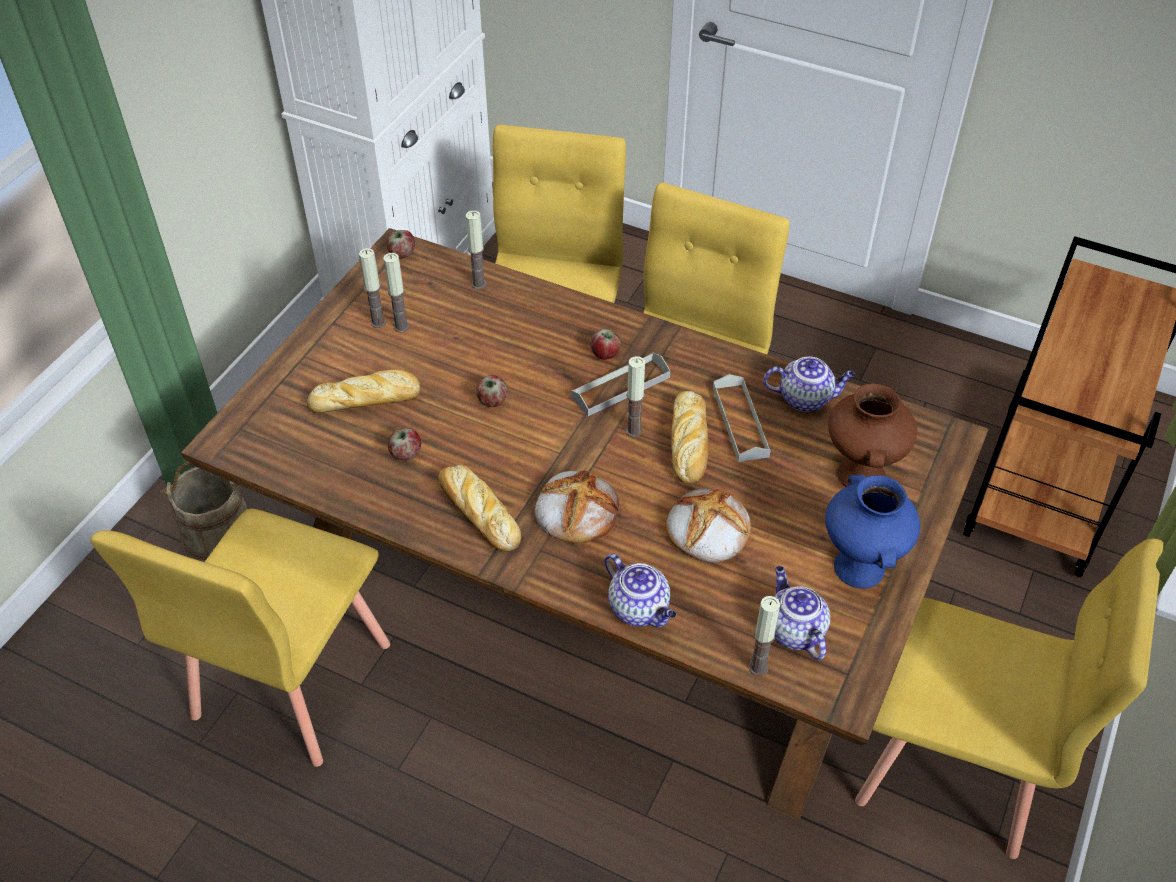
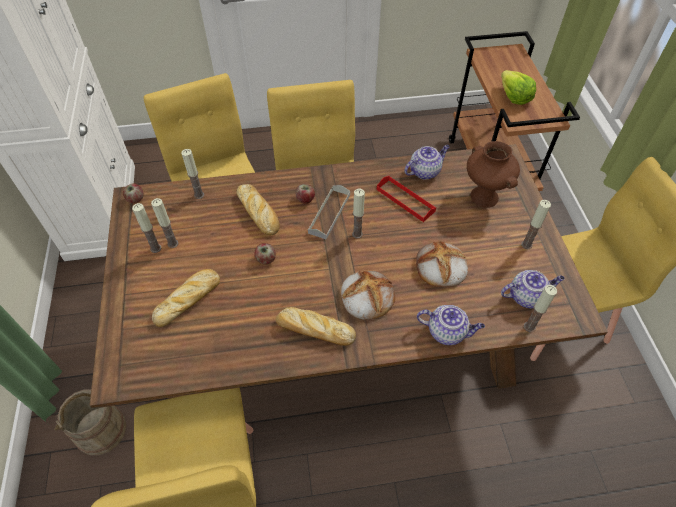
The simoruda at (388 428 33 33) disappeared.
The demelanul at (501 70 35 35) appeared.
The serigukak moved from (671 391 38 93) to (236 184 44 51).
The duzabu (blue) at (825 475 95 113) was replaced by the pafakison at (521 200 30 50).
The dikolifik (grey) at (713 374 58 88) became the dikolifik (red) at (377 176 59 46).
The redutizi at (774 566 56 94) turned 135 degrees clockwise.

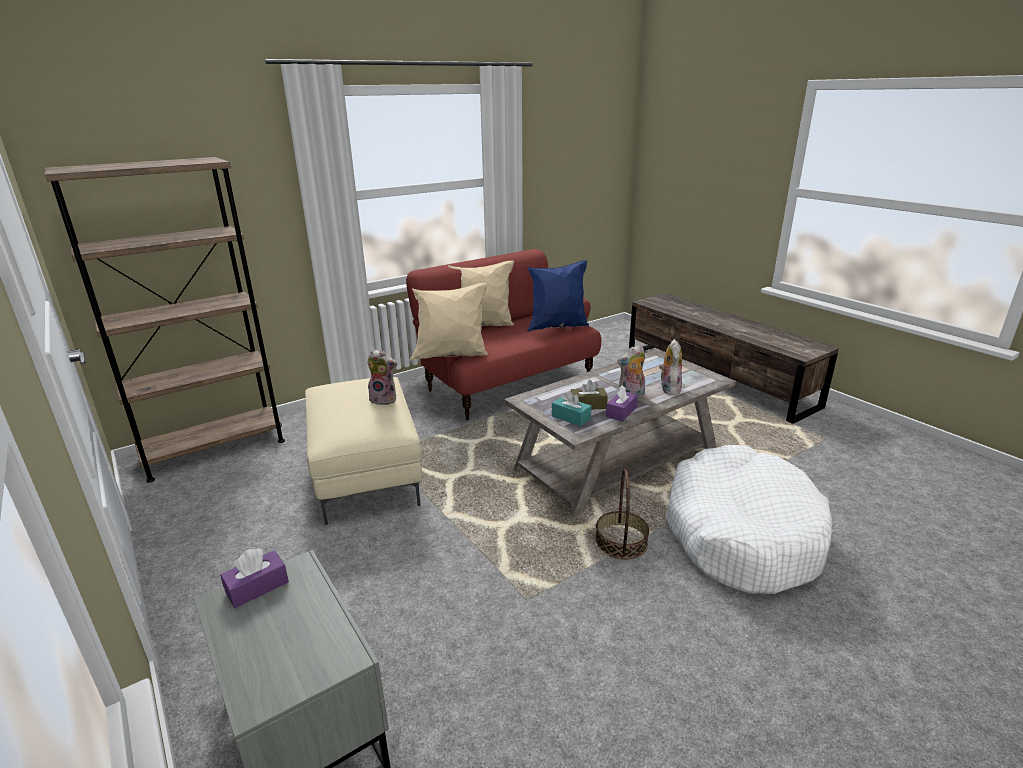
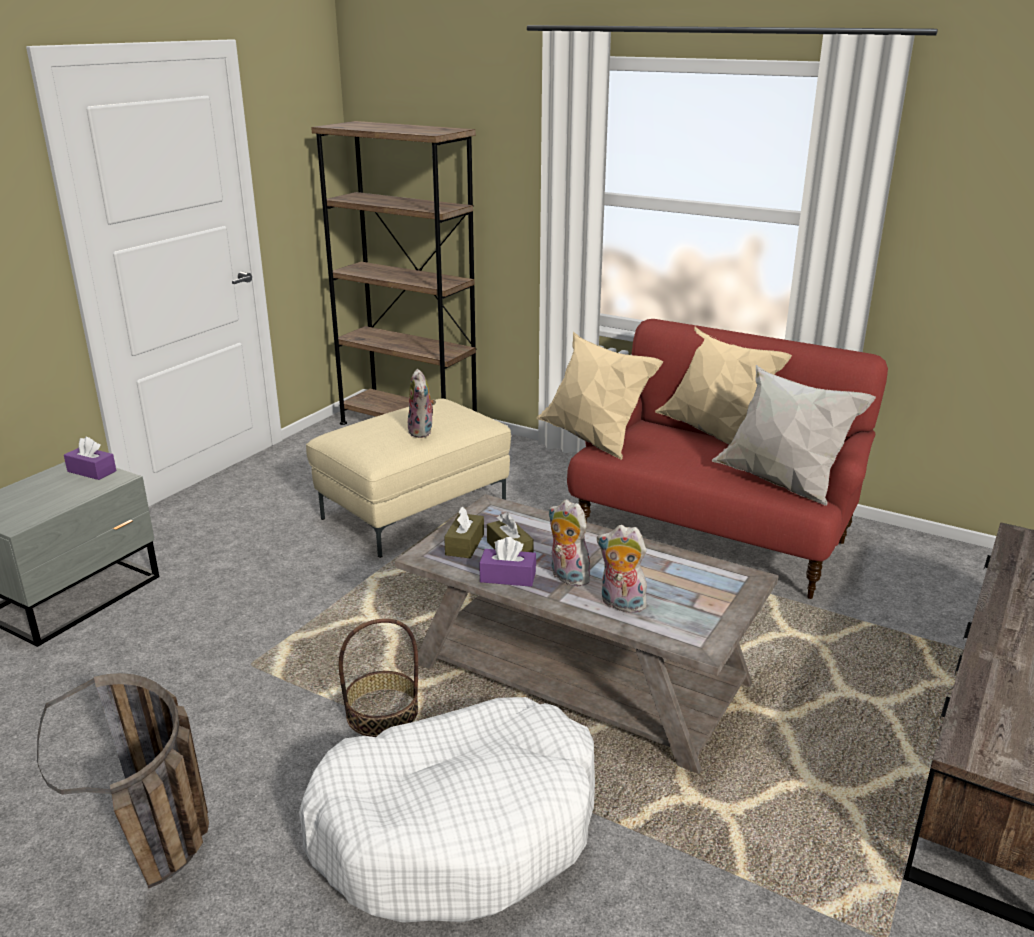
The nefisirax at (37 673 172 216) appeared.
The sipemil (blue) at (527 260 62 72) became the sipemil (white) at (712 365 164 141).
The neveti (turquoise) at (552 391 39 35) became the neveti (brown) at (444 507 40 51).
The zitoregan at (659 339 23 56) turned 135 degrees counterclockwise.

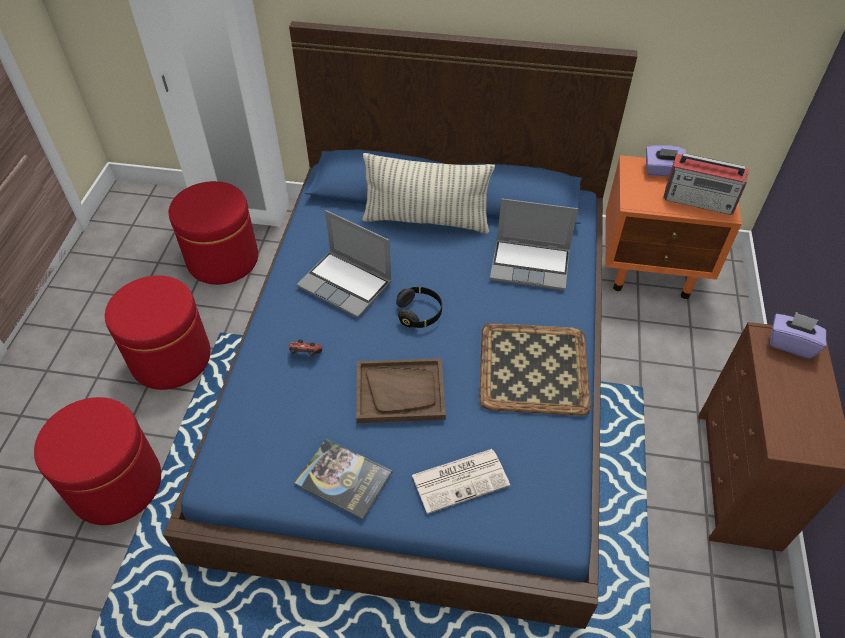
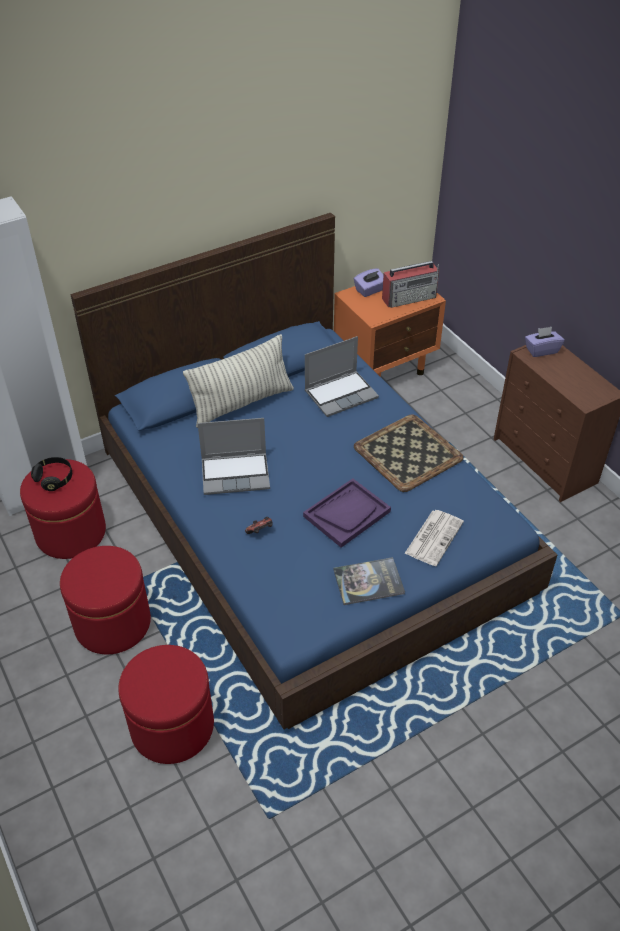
The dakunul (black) moved from (396 287 46 41) to (31 457 41 34).
The dikolifik (brown) at (356 358 90 65) became the dikolifik (purple) at (303 478 88 70).

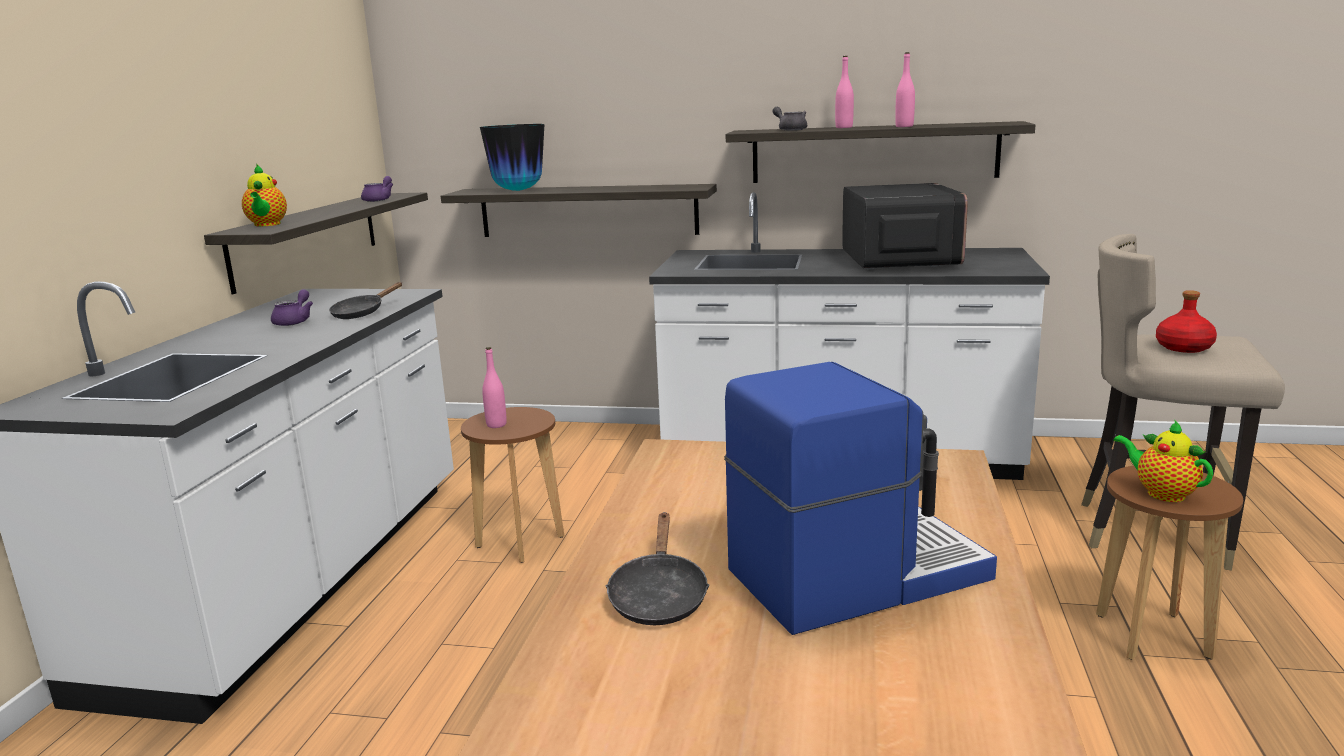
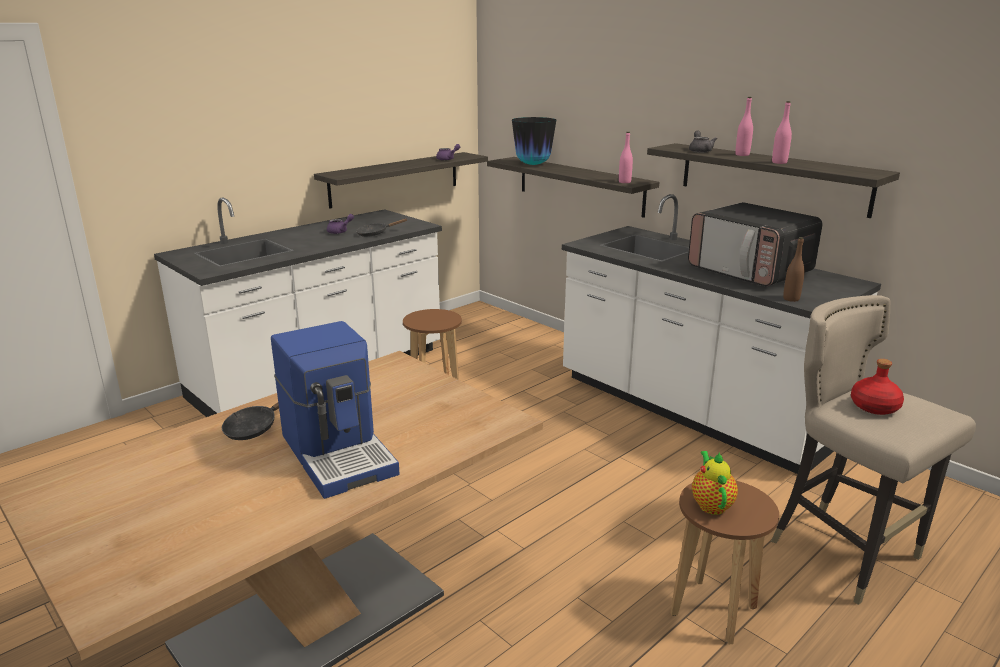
The redutizi at (242 165 45 61) disappeared.
The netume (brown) at (783 237 22 65) appeared.
The netume (pink) moved from (482 347 25 81) to (619 132 14 51).
The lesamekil at (724 362 273 273) turned 45 degrees clockwise.
The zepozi at (842 183 126 87) turned 105 degrees clockwise.

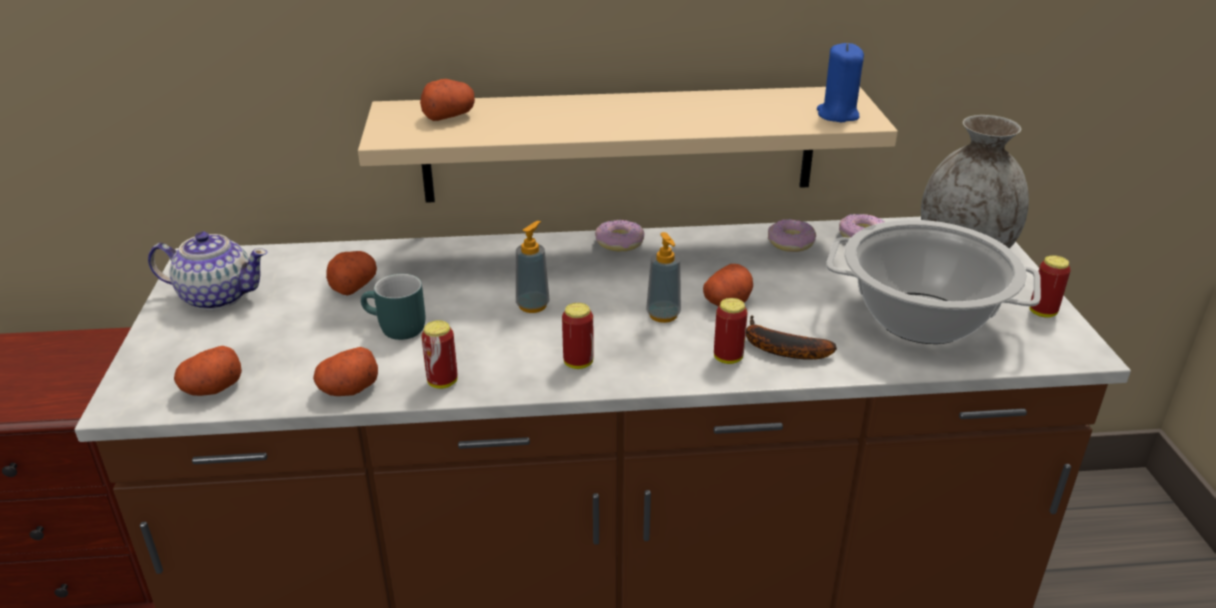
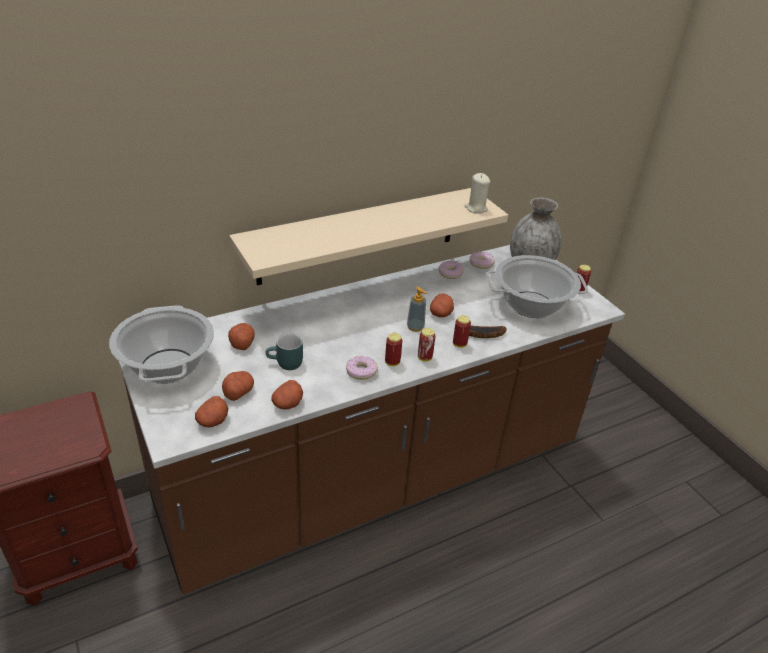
The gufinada at (516 221 33 92) disappeared.
The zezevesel moved from (420 79 55 42) to (222 371 32 30).
The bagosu moved from (421 320 37 69) to (418 328 17 33).
The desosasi moved from (595 220 49 31) to (346 356 32 24).
The redutizi at (148 232 120 78) was replaced by the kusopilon at (109 306 105 78).
The pafakison (blue) at (817 43 47 79) became the pafakison (beige) at (465 173 26 41).

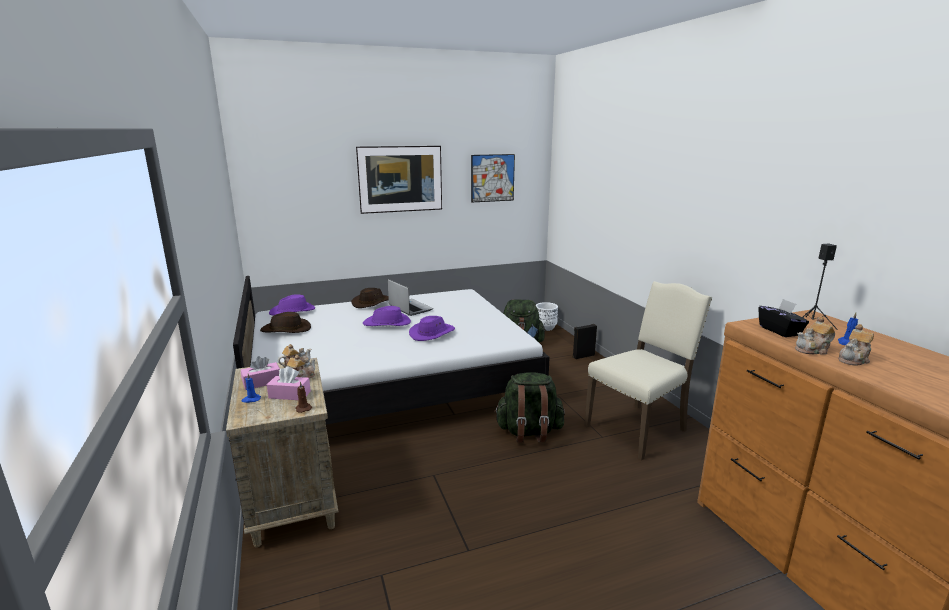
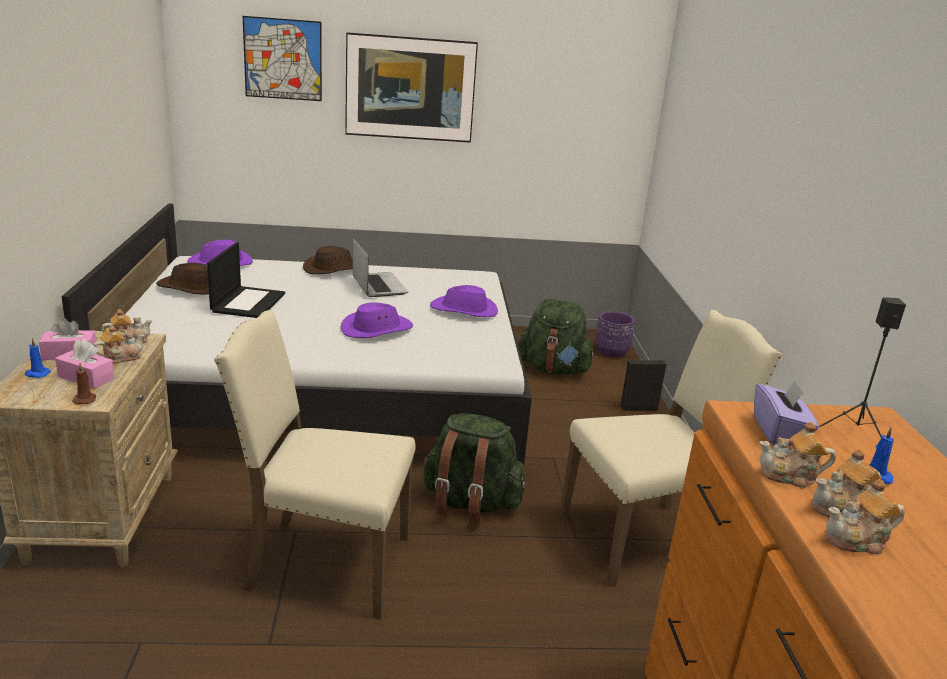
The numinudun at (207 242 78 76) appeared.
The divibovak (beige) at (214 310 202 310) appeared.
The redutizi at (825 479 80 75) appeared.
The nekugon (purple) moved from (363 306 48 20) to (430 285 68 32).
The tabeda moved from (471 154 44 48) to (243 16 79 85).
The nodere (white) at (536 302 22 29) became the nodere (purple) at (595 311 40 46).
The neveti (black) at (758 299 51 38) became the neveti (purple) at (754 380 65 66).

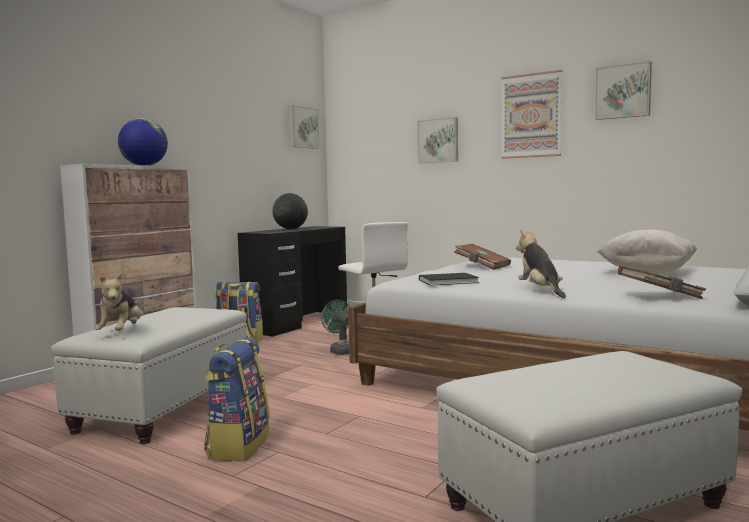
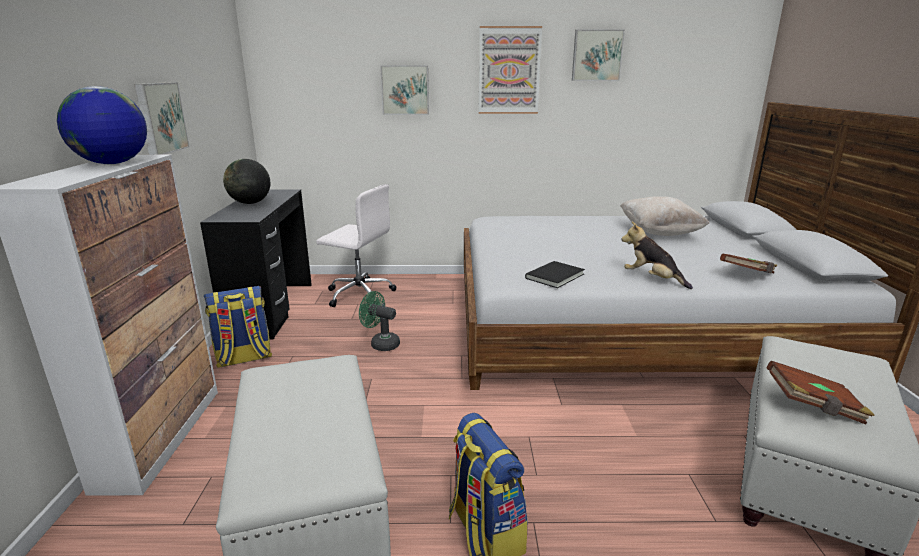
The zitoregan at (95 273 46 58) disappeared.
The tabeda moved from (288 105 32 44) to (134 82 55 73).
The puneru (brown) moved from (454 244 57 26) to (766 361 109 63).

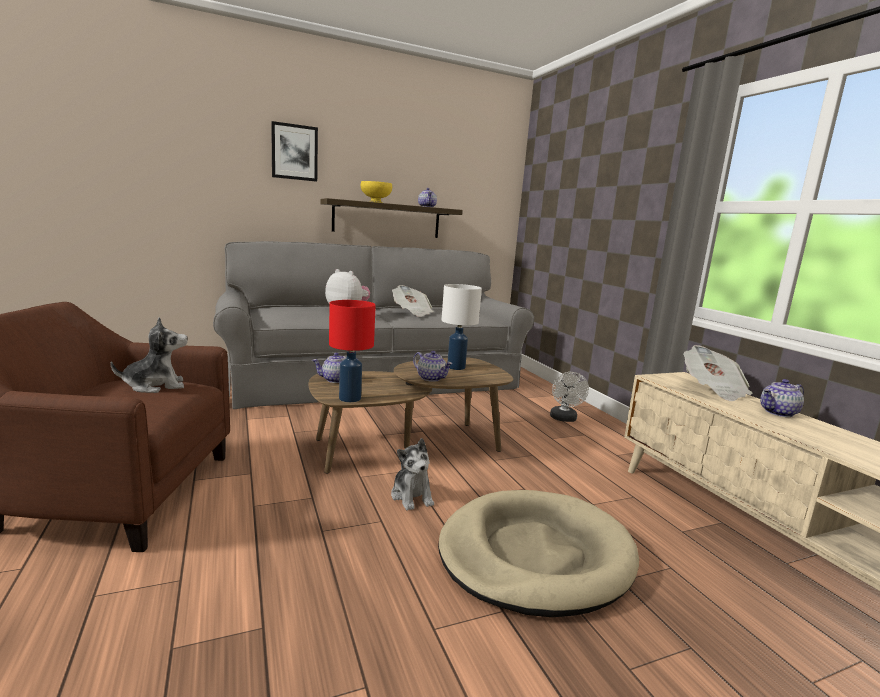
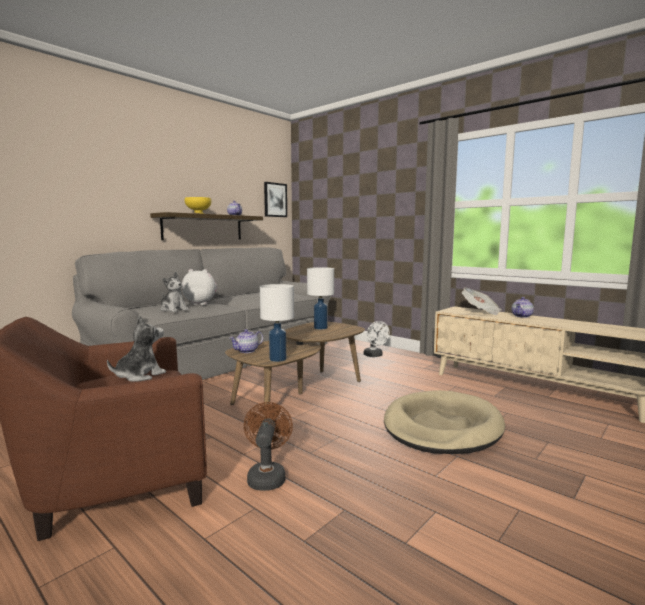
The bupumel at (392 285 42 32) disappeared.
The redutizi at (413 351 39 31) disappeared.
The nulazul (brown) at (244 402 49 89) appeared.
The tabeda moved from (271 121 47 61) to (264 182 23 35).
The zitoregan moved from (391 438 43 73) to (161 272 27 40).
The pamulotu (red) at (329 300 47 102) became the pamulotu (white) at (260 284 34 78).

